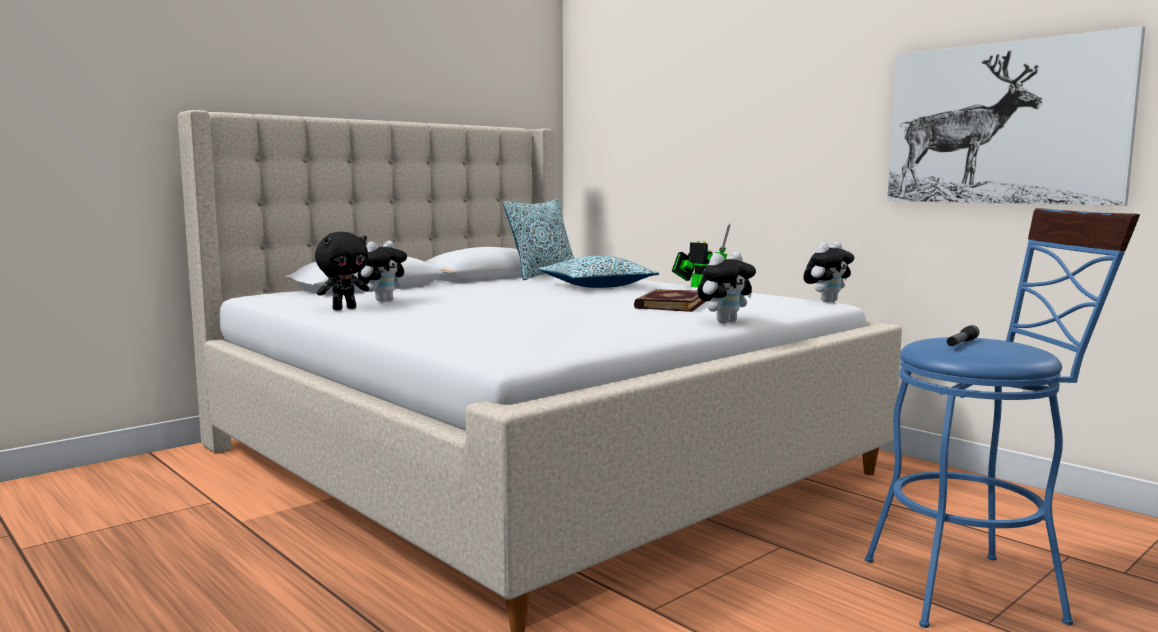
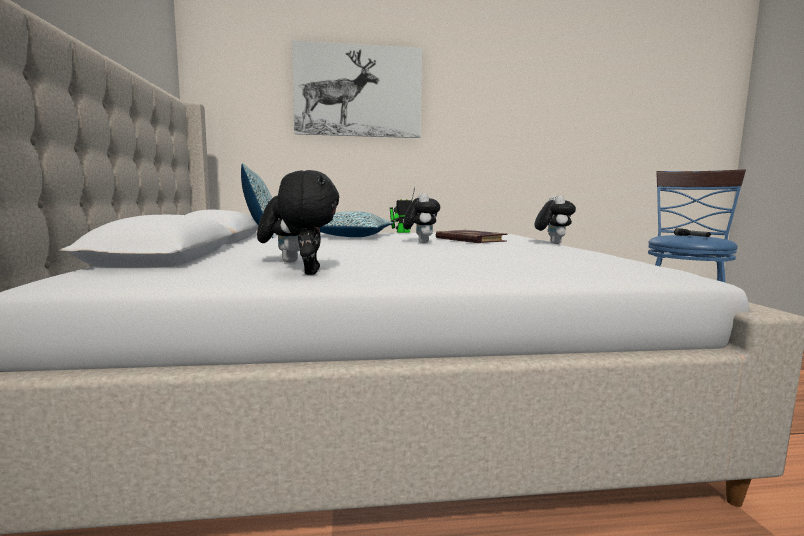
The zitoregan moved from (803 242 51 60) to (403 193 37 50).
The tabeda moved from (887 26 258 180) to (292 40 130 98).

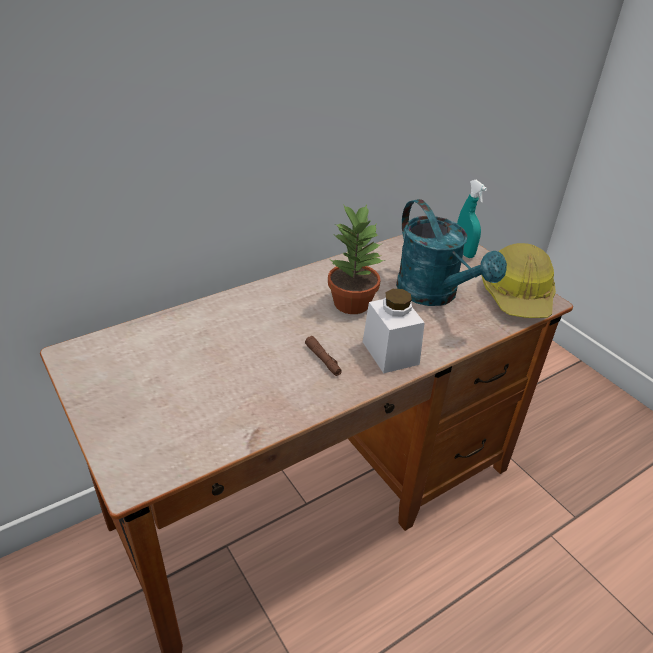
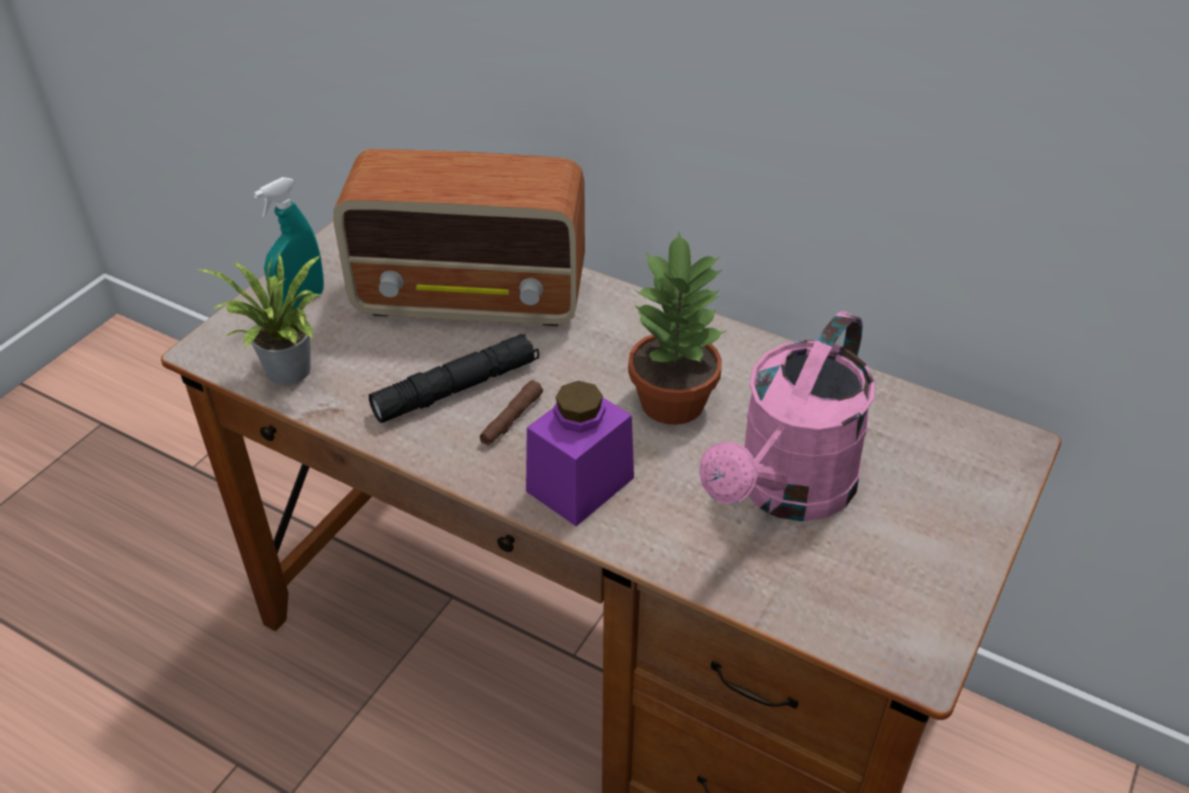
The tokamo at (481 243 75 75) disappeared.
The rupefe at (199 252 123 133) appeared.
The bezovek at (333 149 252 177) appeared.
The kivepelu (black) at (369 334 170 89) appeared.
The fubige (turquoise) moved from (457 180 30 78) to (253 177 71 132).
The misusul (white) at (363 289 62 84) became the misusul (purple) at (526 381 108 145).
The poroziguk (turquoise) at (396 199 111 107) became the poroziguk (pink) at (699 311 176 211).

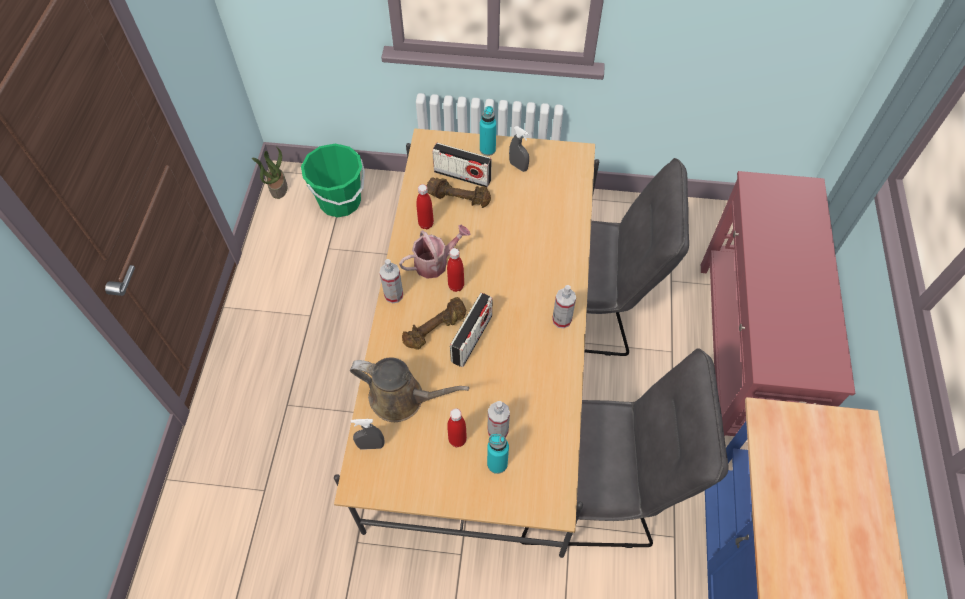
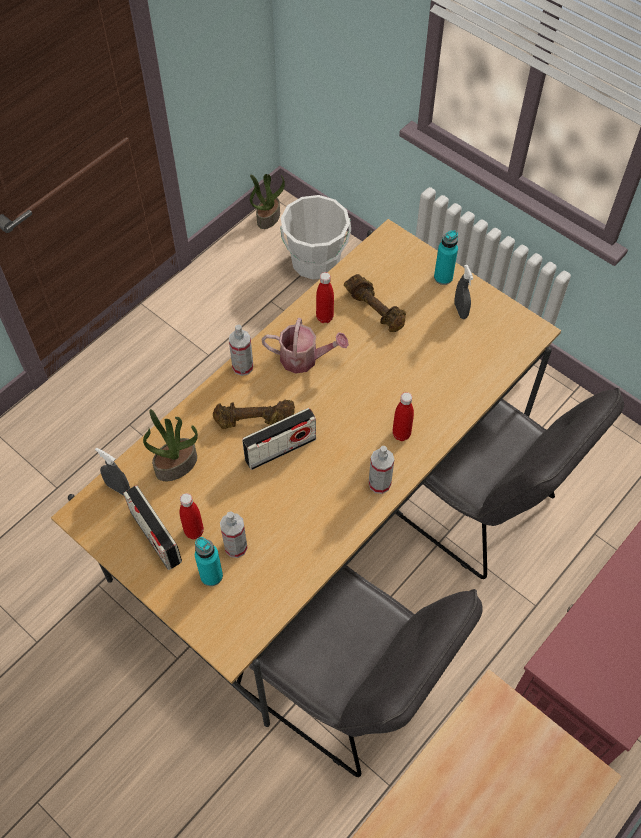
The bezovek moved from (432 143 60 44) to (123 485 59 85).
The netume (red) moved from (447 248 17 44) to (392 392 22 49).
The poroziguk (brown) at (350 357 119 65) was replaced by the rupefe at (143 409 55 72).
The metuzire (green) at (301 144 64 73) became the metuzire (white) at (280 195 71 84).

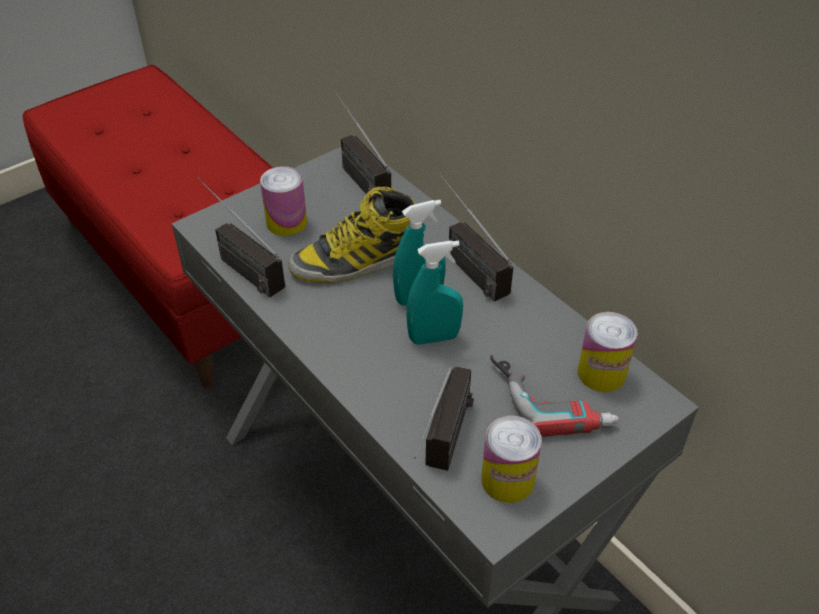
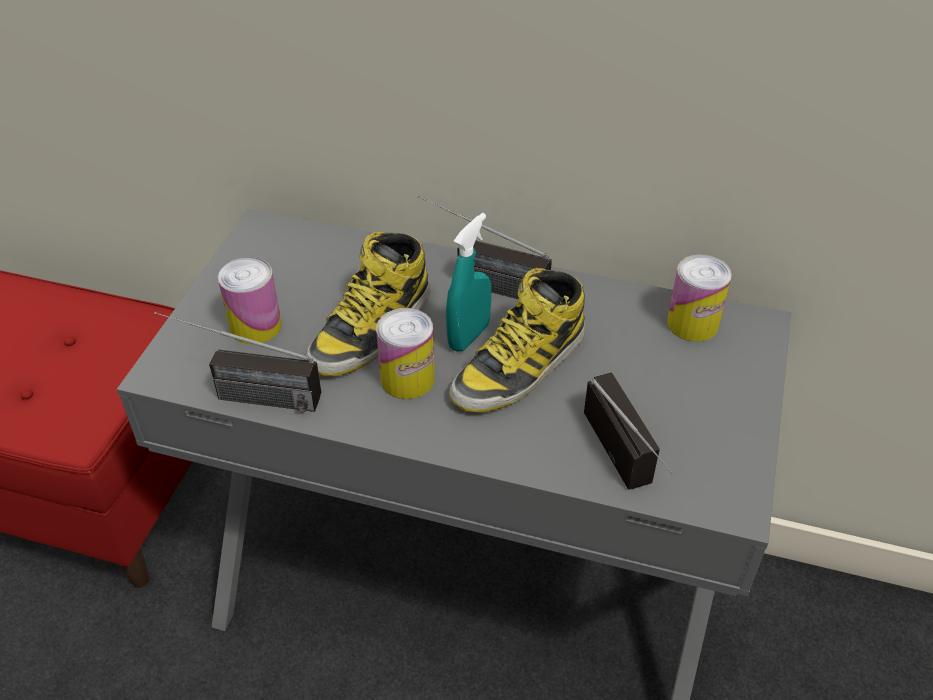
The bezovek at (334 91 57 103) disappeared.
The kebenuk at (490 355 129 82) disappeared.
The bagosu moved from (481 416 61 87) to (376 308 59 91).
The fubige (turquoise) at (406 240 57 105) was replaced by the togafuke at (449 268 136 145).

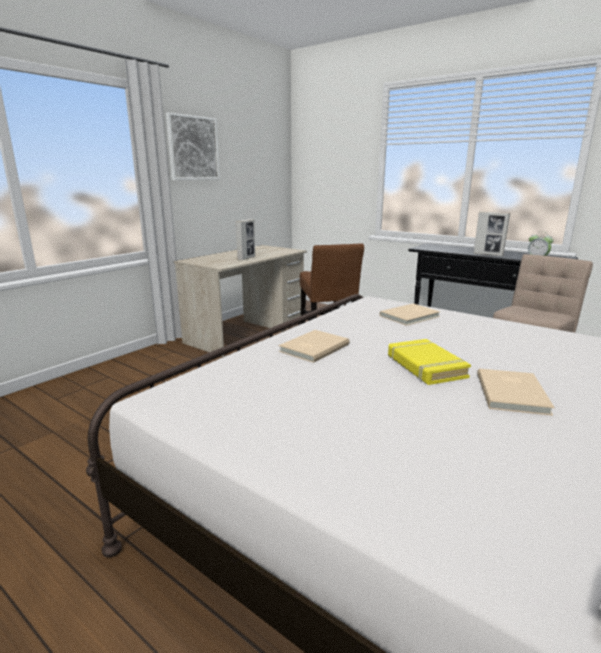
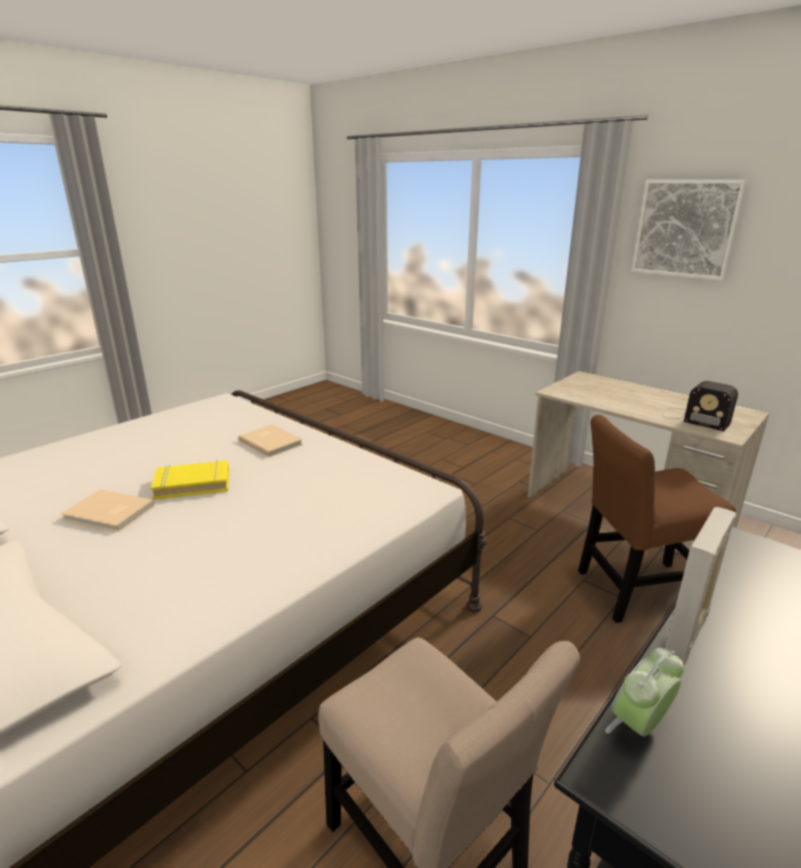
The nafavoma at (236 219 19 42) disappeared.
The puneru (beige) at (380 304 60 22) disappeared.
The bezovek at (663 381 75 50) appeared.

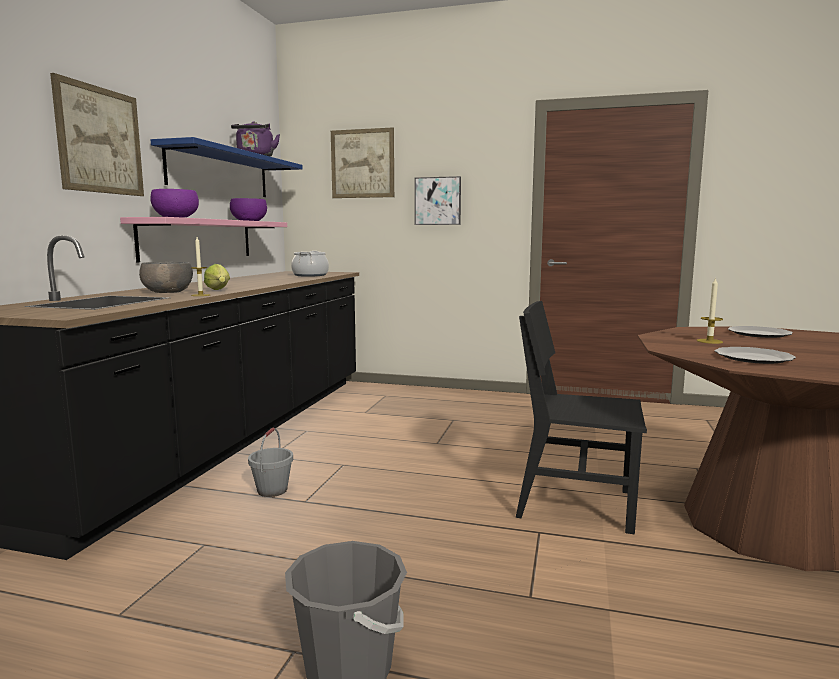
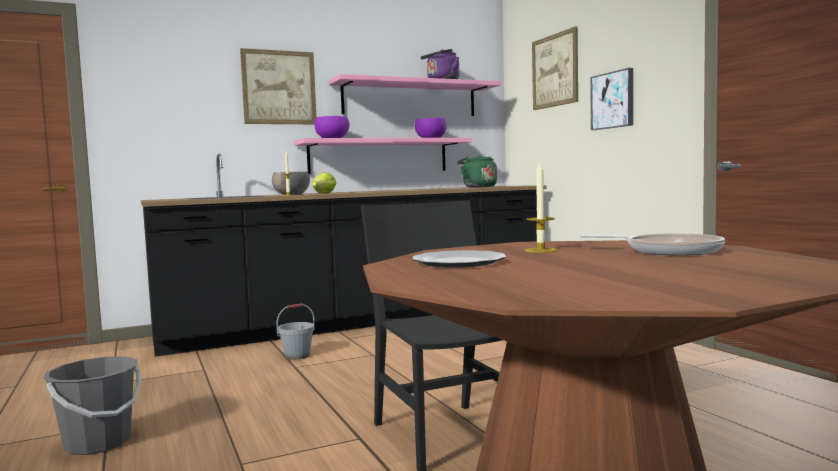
The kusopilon at (291 251 38 25) was replaced by the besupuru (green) at (457 154 40 34).
The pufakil at (728 326 65 12) was replaced by the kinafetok at (580 233 145 22).
The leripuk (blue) at (151 137 152 60) became the leripuk (pink) at (329 74 172 42).

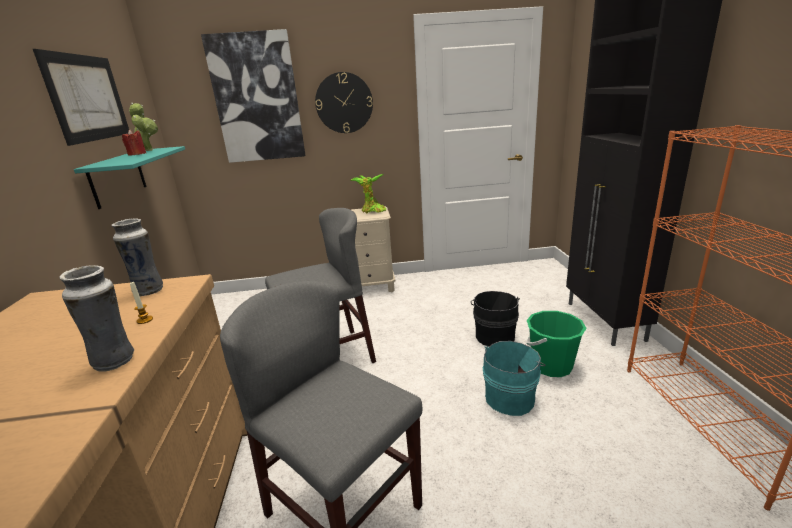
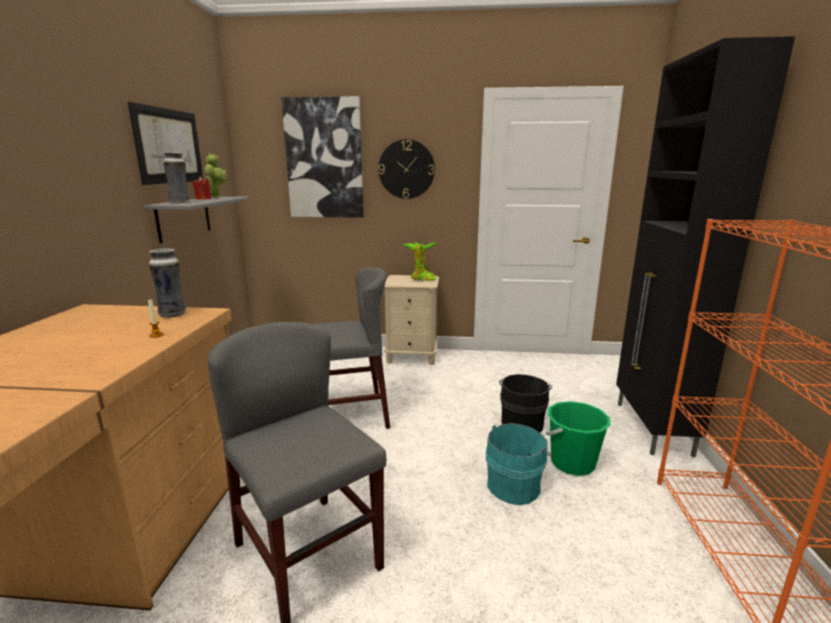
The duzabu moved from (59 265 75 107) to (163 152 26 52).
The leripuk (turquoise) at (74 146 111 63) became the leripuk (grey) at (144 196 105 47).

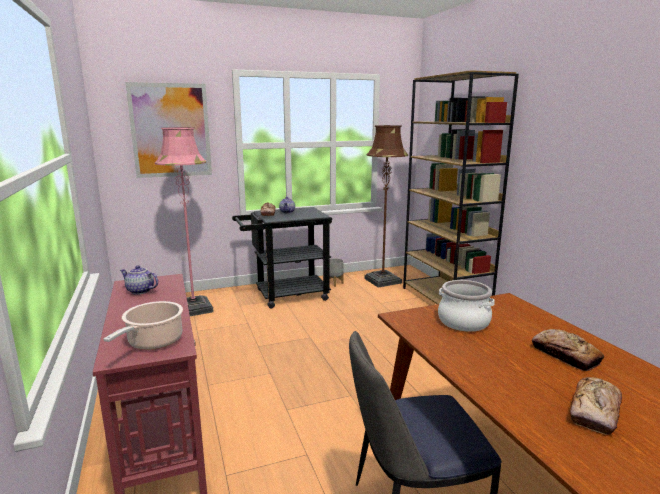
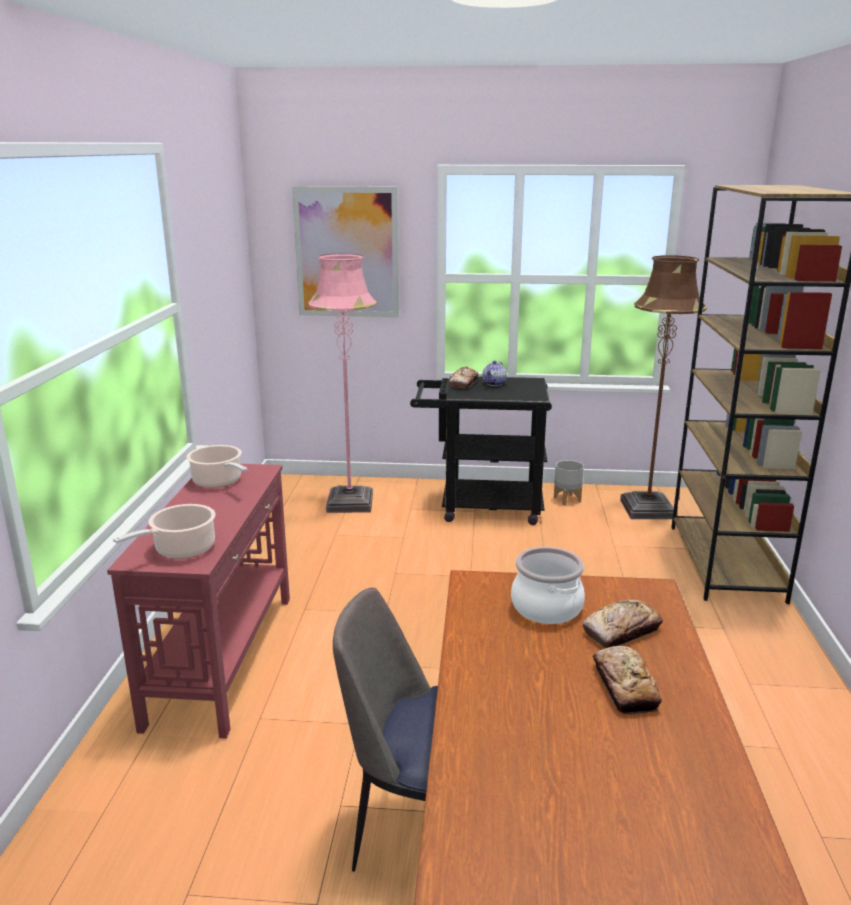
The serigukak moved from (570 377 52 58) to (582 599 81 49).
The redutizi at (120 265 38 30) was replaced by the kusopilon at (187 445 61 43).

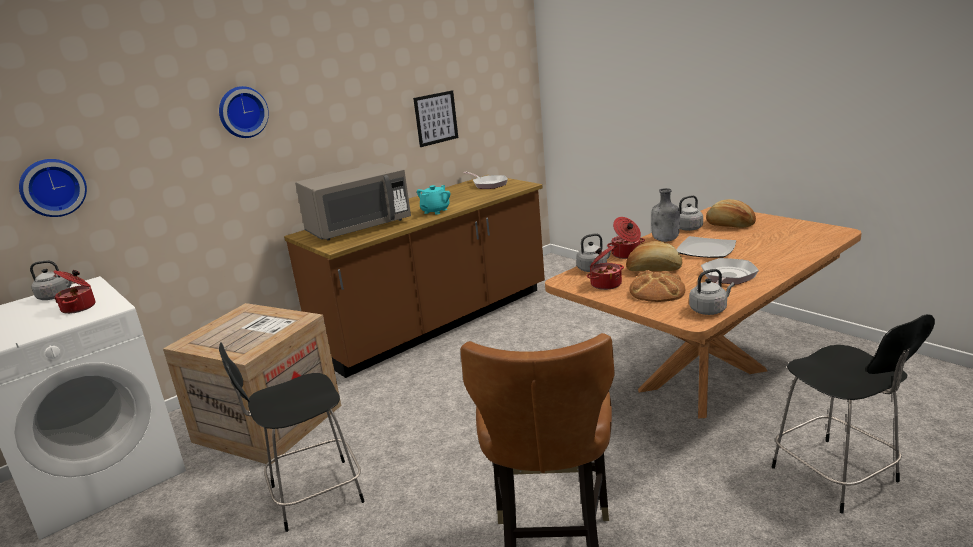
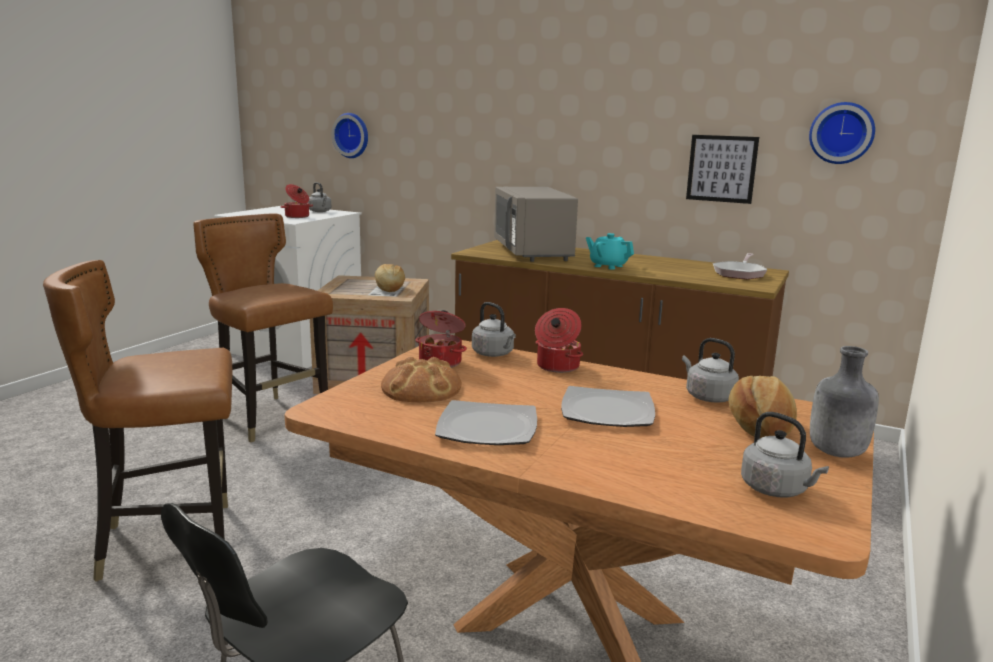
The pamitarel moved from (219 86 50 52) to (809 102 66 62).
The serigukak moved from (626 241 56 30) to (375 264 30 28).
The netume (grey) moved from (651 188 29 54) to (810 346 69 112).
The besupuru (grey) moved from (689 269 46 46) to (741 412 88 86).
The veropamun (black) at (219 342 146 190) was replaced by the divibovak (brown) at (193 214 140 228).
The kinafetok at (701 258 58 27) was replaced by the pufakil at (435 400 102 45).
The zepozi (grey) at (295 163 116 77) turned 45 degrees clockwise.
The redutizi (turquoise) at (417 185 34 30) turned 150 degrees counterclockwise.

